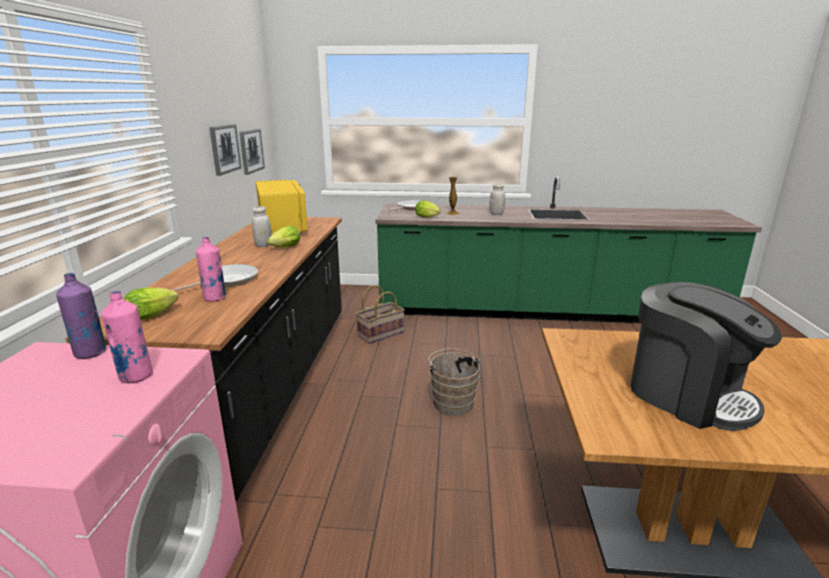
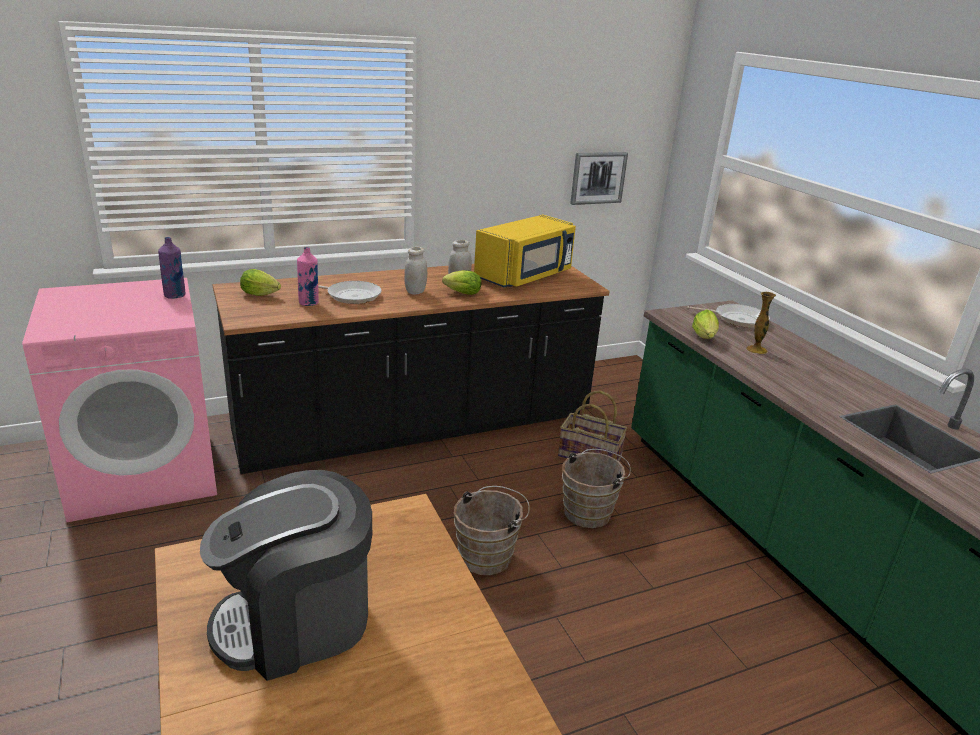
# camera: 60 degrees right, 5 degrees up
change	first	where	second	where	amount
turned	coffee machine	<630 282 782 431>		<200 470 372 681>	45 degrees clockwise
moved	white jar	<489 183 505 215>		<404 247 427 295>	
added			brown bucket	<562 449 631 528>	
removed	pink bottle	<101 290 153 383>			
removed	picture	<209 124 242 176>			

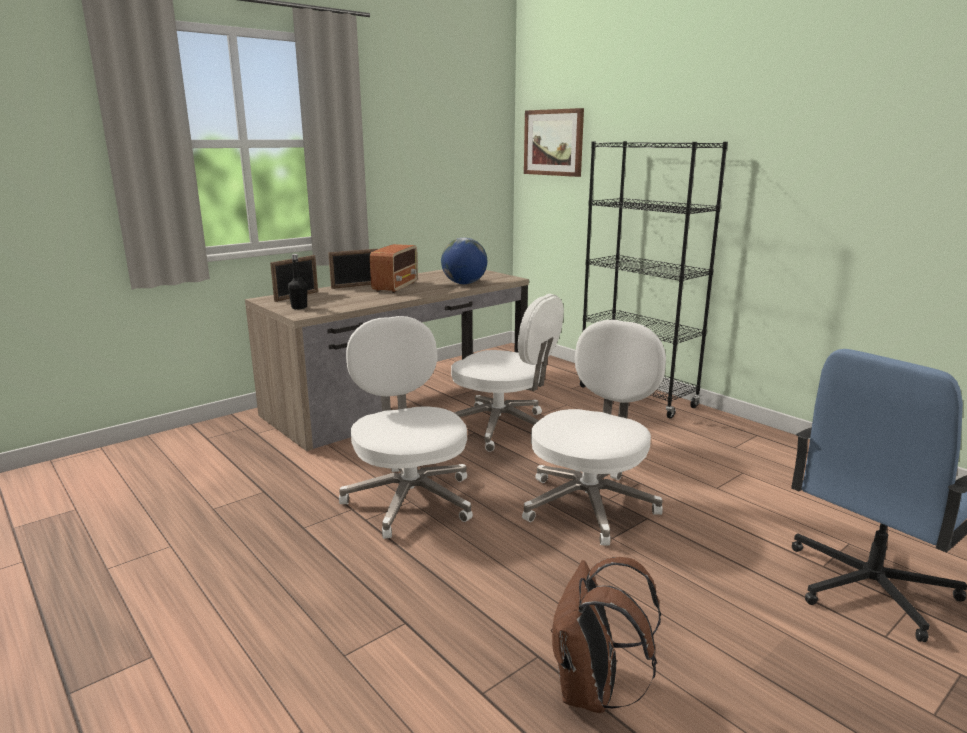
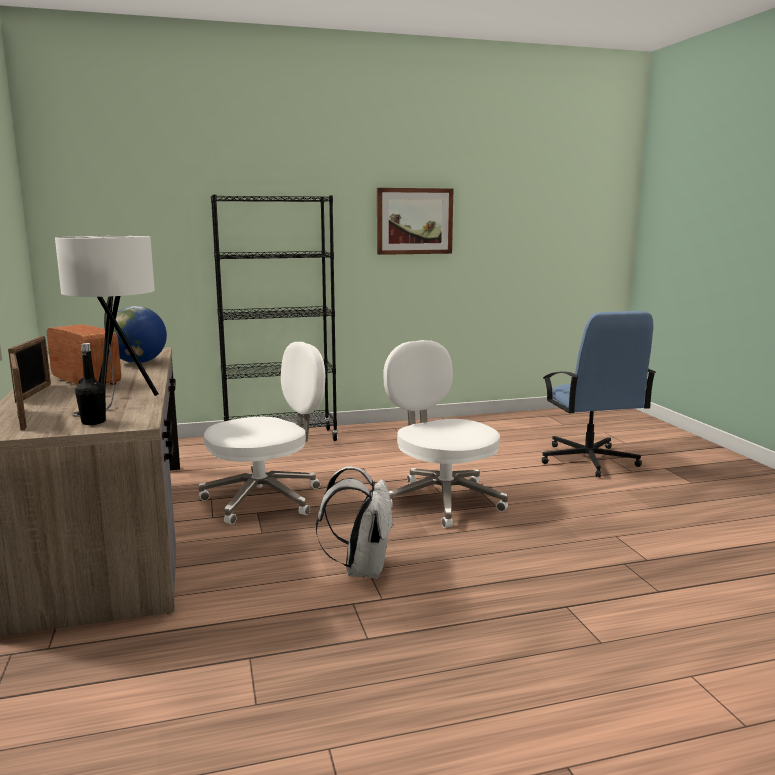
# camera: 65 degrees left, 5 degrees down
change	first	where	second	where	amount
added			white table lamp	<55 236 159 417>	
replaced	white office chair	<339 316 473 539>	white backpack	<316 466 394 579>	
moved	picture	<524 108 584 177>		<377 188 453 255>	
removed	brown backpack	<551 557 661 713>			

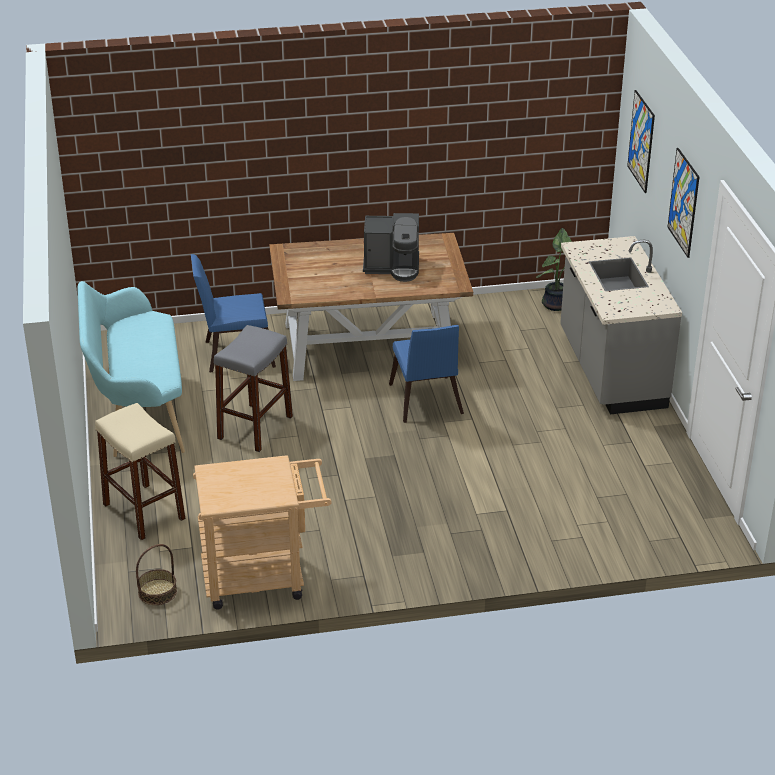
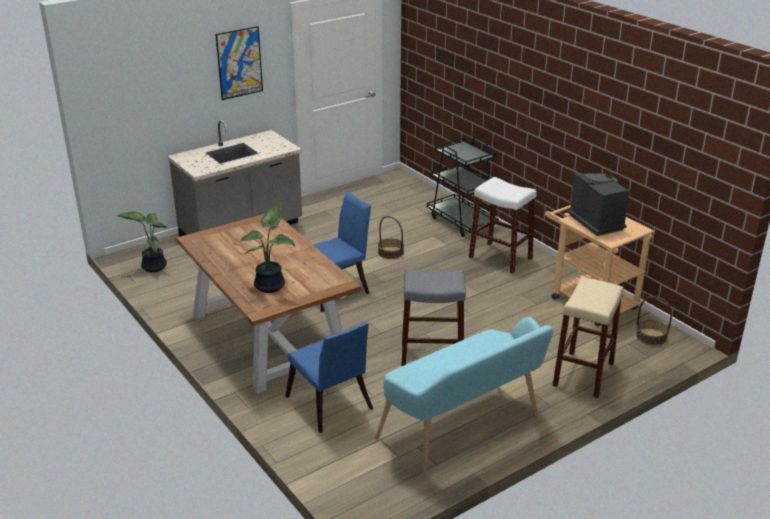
# camera: 115 degrees left, 5 degrees down
change	first	where	second	where	amount
added			potted plant	<240 203 295 293>	
added			basket	<378 216 404 259>	
added			black cart	<427 137 499 237>	
added			white stool	<469 177 537 274>	
moved	coffee machine	<363 213 419 282>		<568 173 630 236>	
removed	picture	<627 90 655 193>			

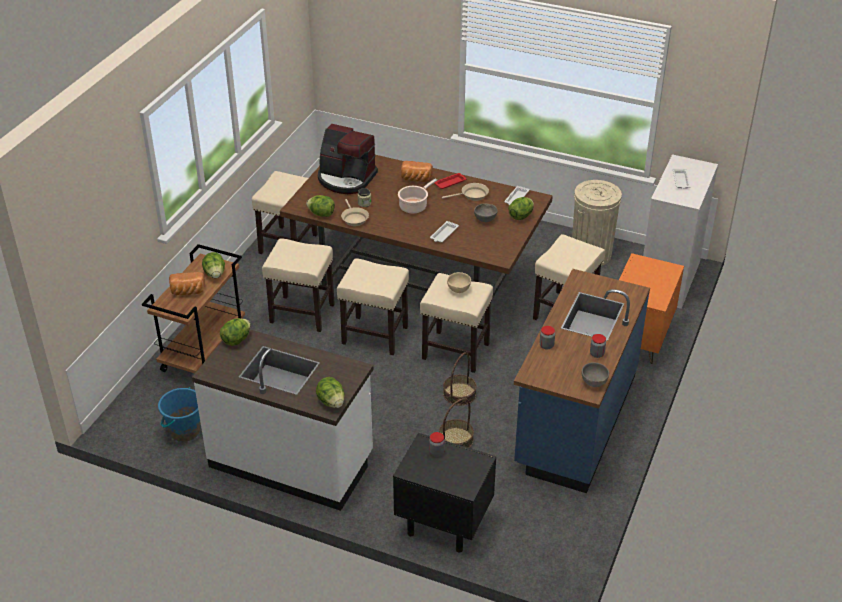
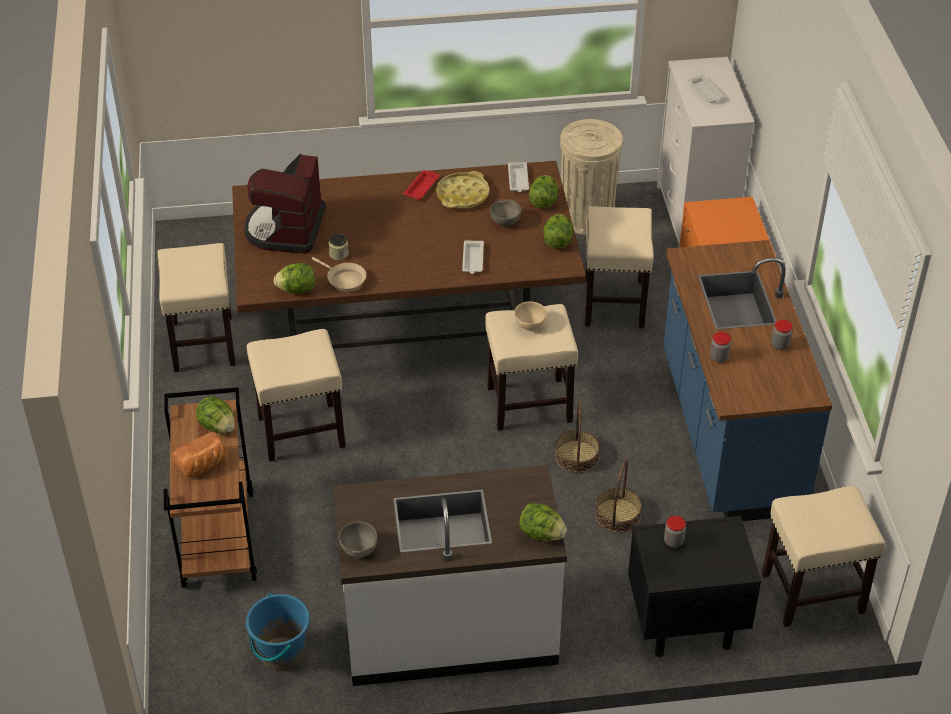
# camera: 30 degrees left, 5 degrees up
change	first	where	second	where	amount
turned	coffee machine	<318 124 378 194>		<245 154 326 254>	105 degrees clockwise
moved	grey bowl	<582 362 609 387>		<339 521 378 558>	
replaced	beige frying pan	<442 183 489 201>	yellow tray	<436 171 489 208>	
moved	lettuce	<220 318 250 346>		<543 214 573 249>	
moved	beige stool	<337 258 409 355>		<762 485 885 627>	
removed	cooking pot	<398 179 437 214>			
removed	bread	<401 161 433 182>			

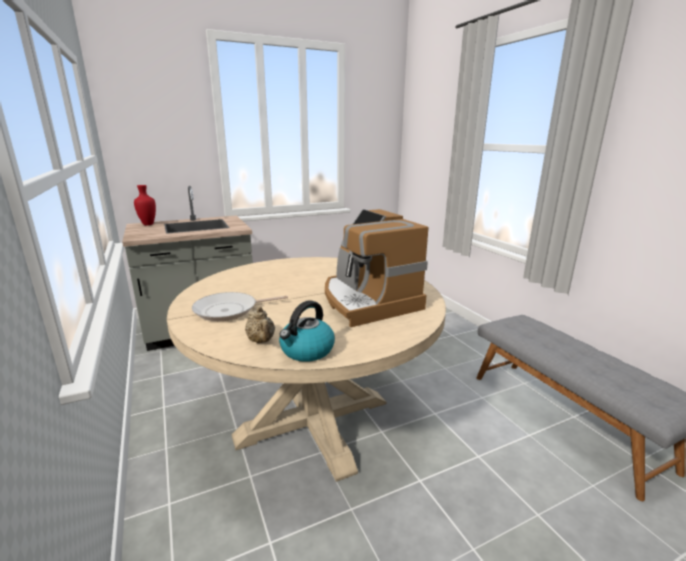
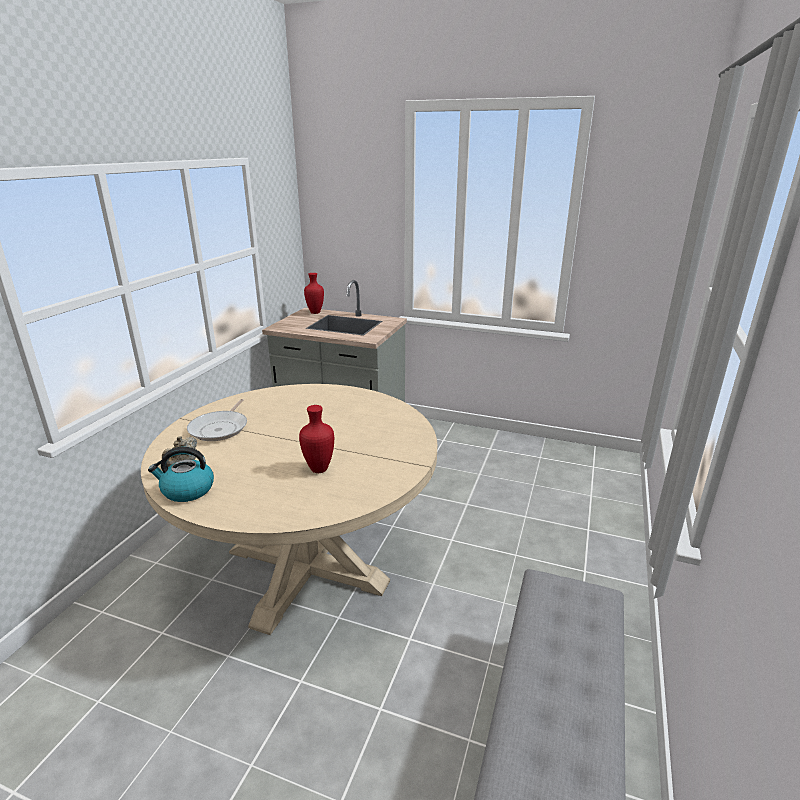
# camera: 45 degrees right, 5 degrees up
change	first	where	second	where	amount
turned	frying pan	<192 292 288 321>		<187 399 247 441>	105 degrees counterclockwise
replaced	coffee machine	<325 209 428 327>	red vase	<299 405 334 473>	

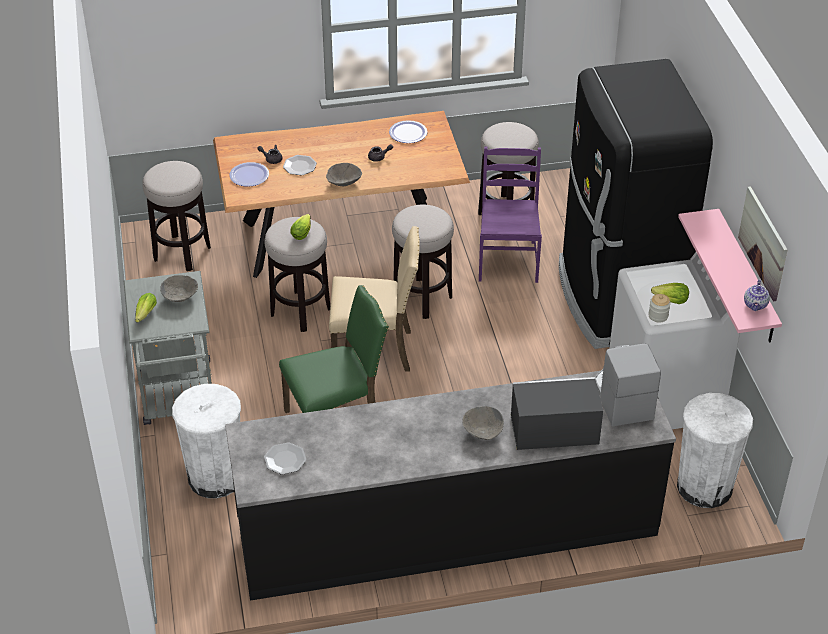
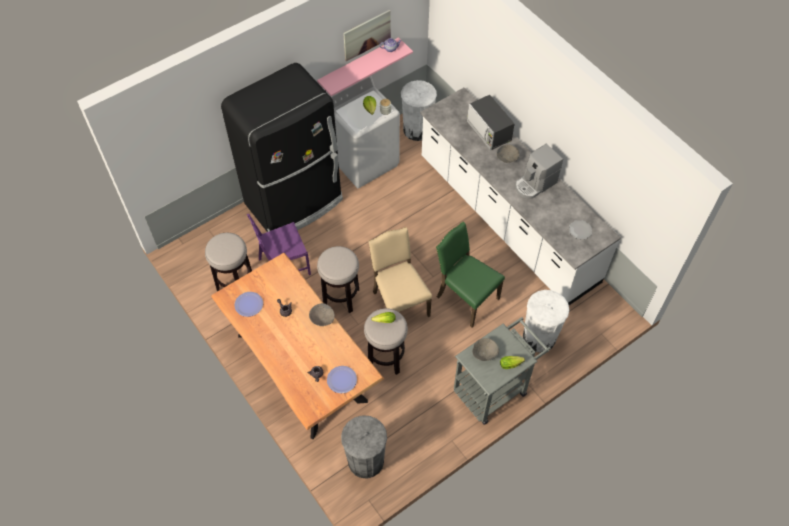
# camera: 115 degrees left, 15 degrees up
change	first	where	second	where	amount
replaced	stool	<143 161 211 271>	grey trash can	<341 415 387 478>	
recoloured	black counter	<225 371 676 601>	white counter	<420 88 621 305>	
moved	coffee machine	<595 344 661 426>		<515 144 563 199>	
removed	plate	<283 155 317 175>			

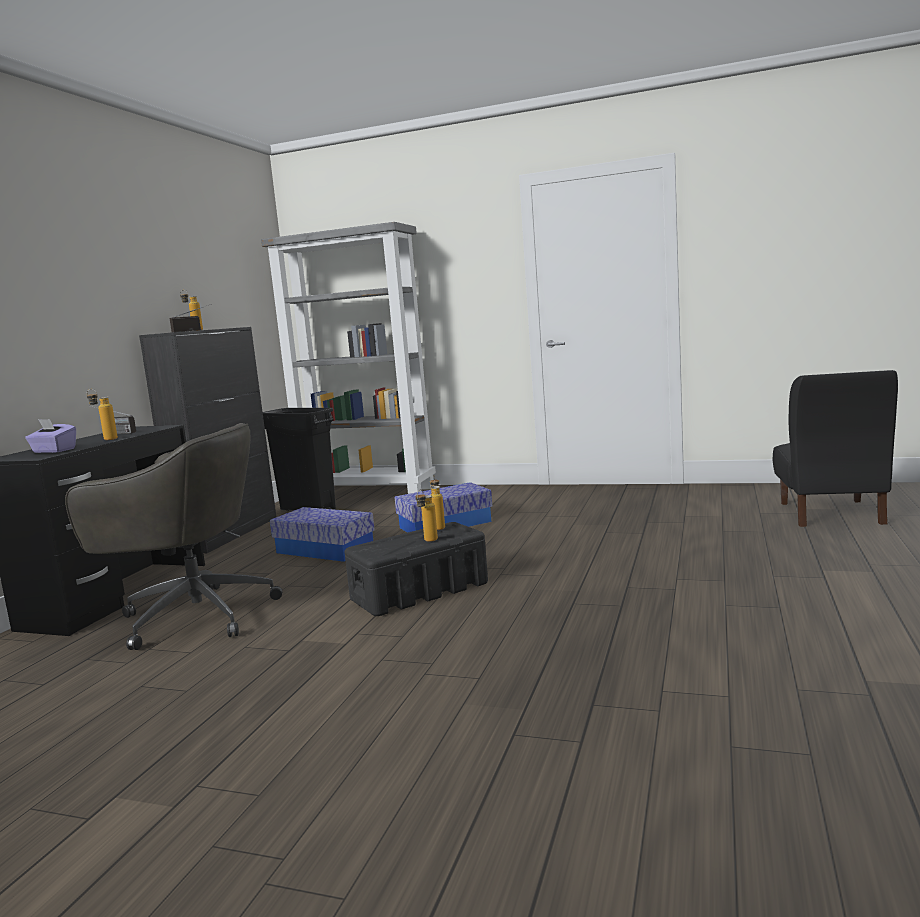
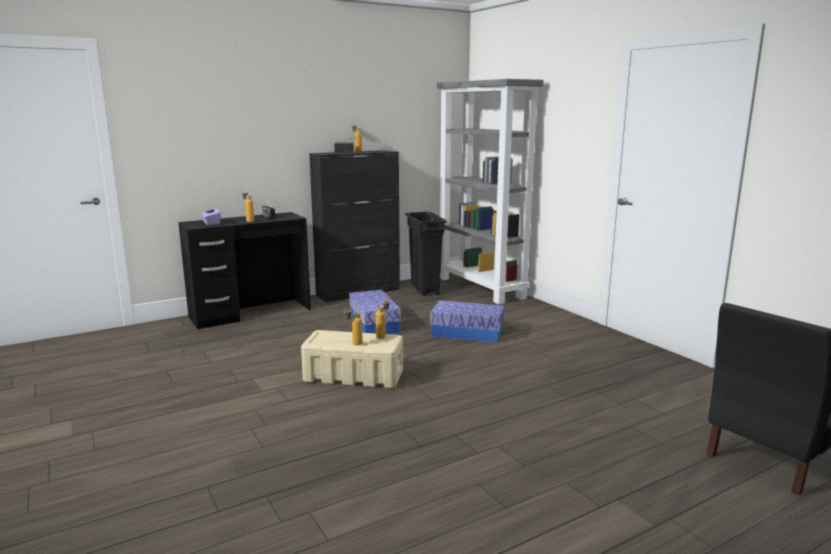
# camera: 40 degrees right, 5 degrees up
change	first	where	second	where	amount
recoloured	black storage box	<345 522 488 616>	beige storage box	<301 330 403 389>	
removed	grey office chair	<65 423 283 650>			

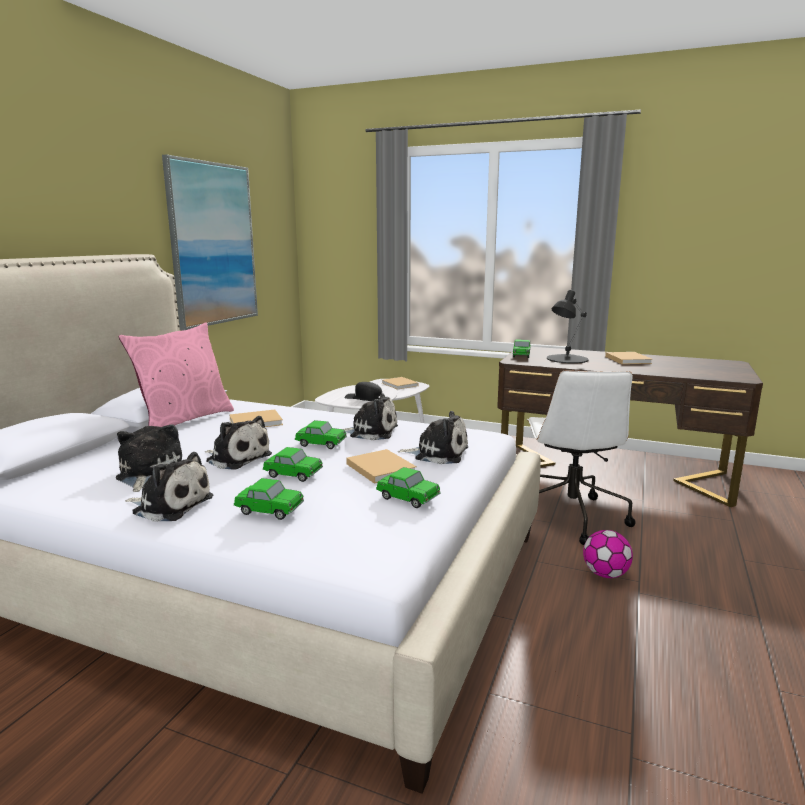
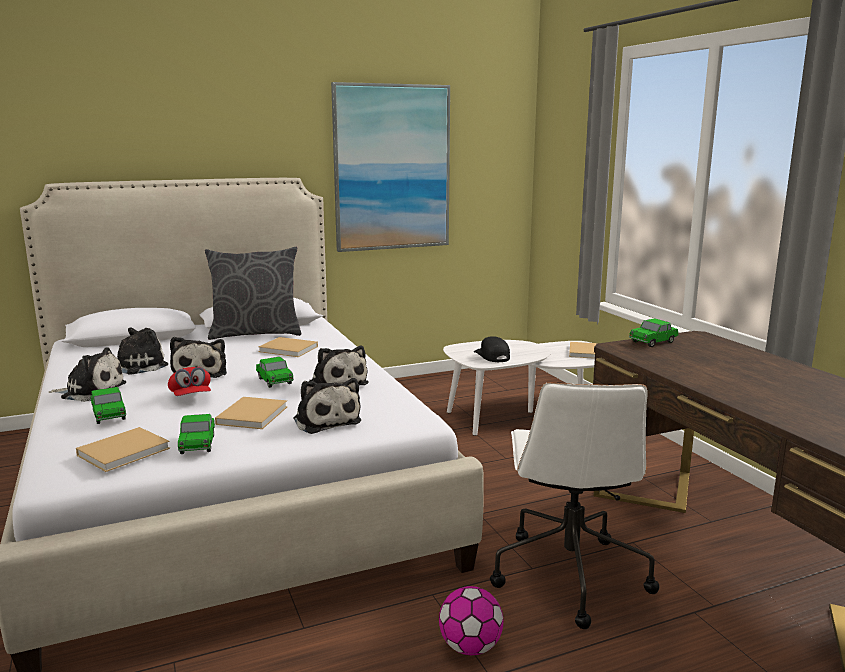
# camera: 45 degrees right, 0 degrees up
change	first	where	second	where	amount
turned	plush toy	<125 452 213 522>		<49 347 126 402>	60 degrees counterclockwise
moved	beige book	<605 352 652 364>		<76 427 170 472>	
replaced	toy car	<263 447 323 482>	red cap	<168 367 211 396>	
recoloured	pink pillow	<119 322 234 427>	grey pillow	<205 247 301 340>	
turned	white office chair	<527 371 635 545>		<490 383 659 629>	45 degrees counterclockwise
removed	black table lamp	<547 290 588 364>			

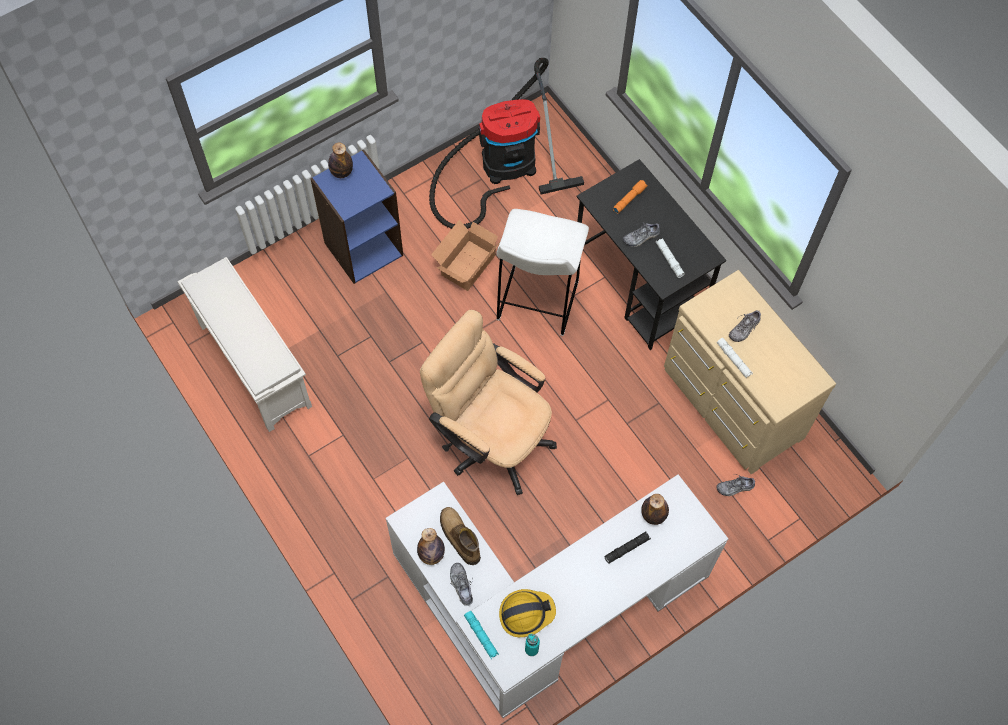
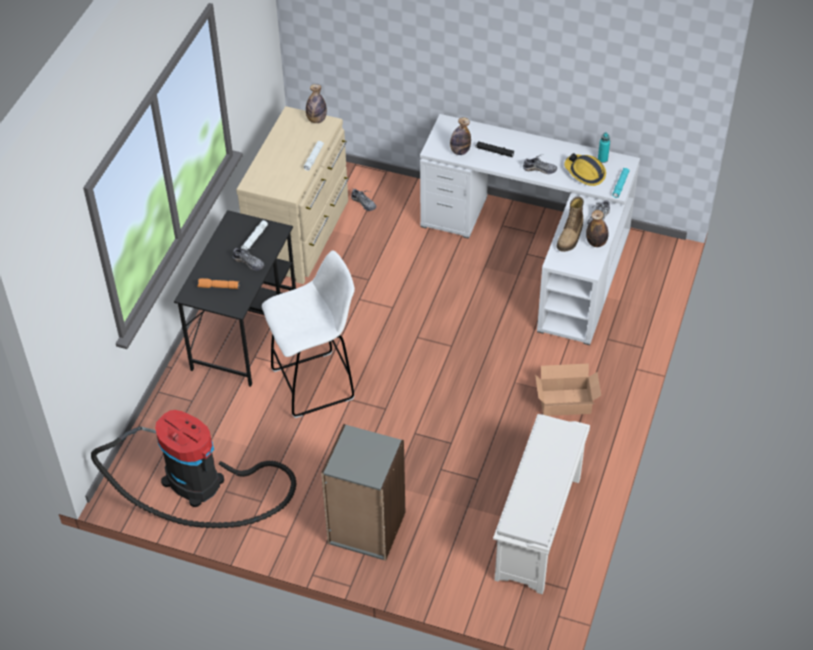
# camera: 125 degrees left, 15 degrees down
change	first	where	second	where	amount
moved	bottle	<328 143 353 178>		<306 84 327 123>	
recoloured	blue bookcase	<310 149 403 284>	grey bookcase	<321 424 405 561>	
moved	shoe	<729 310 761 342>		<523 155 557 174>	
moved	cardboard box	<431 220 499 291>		<535 363 601 416>	
removed	beige office chair	<420 310 557 495>			

